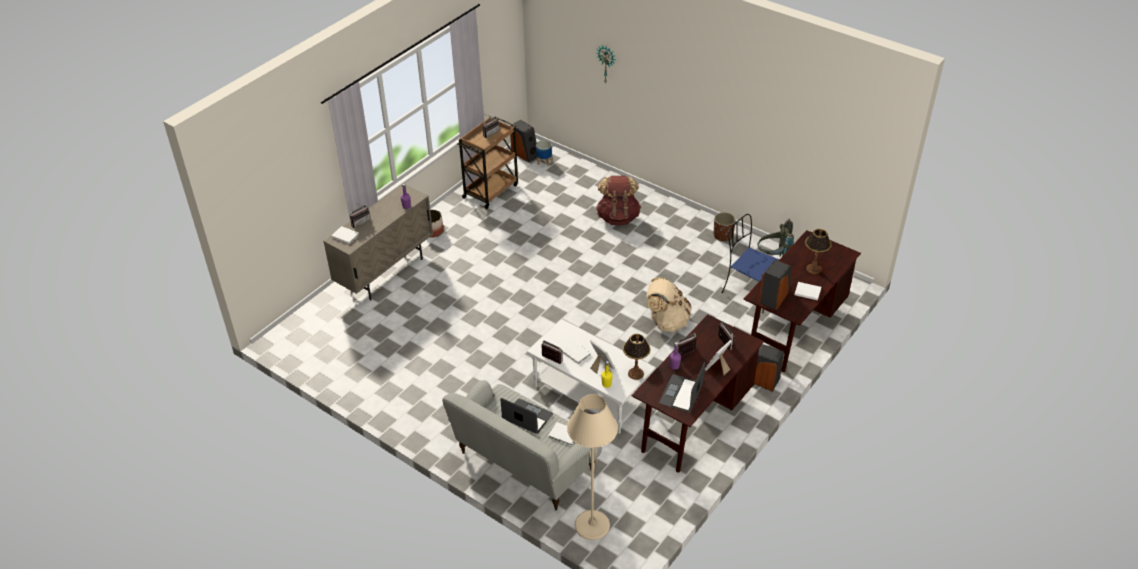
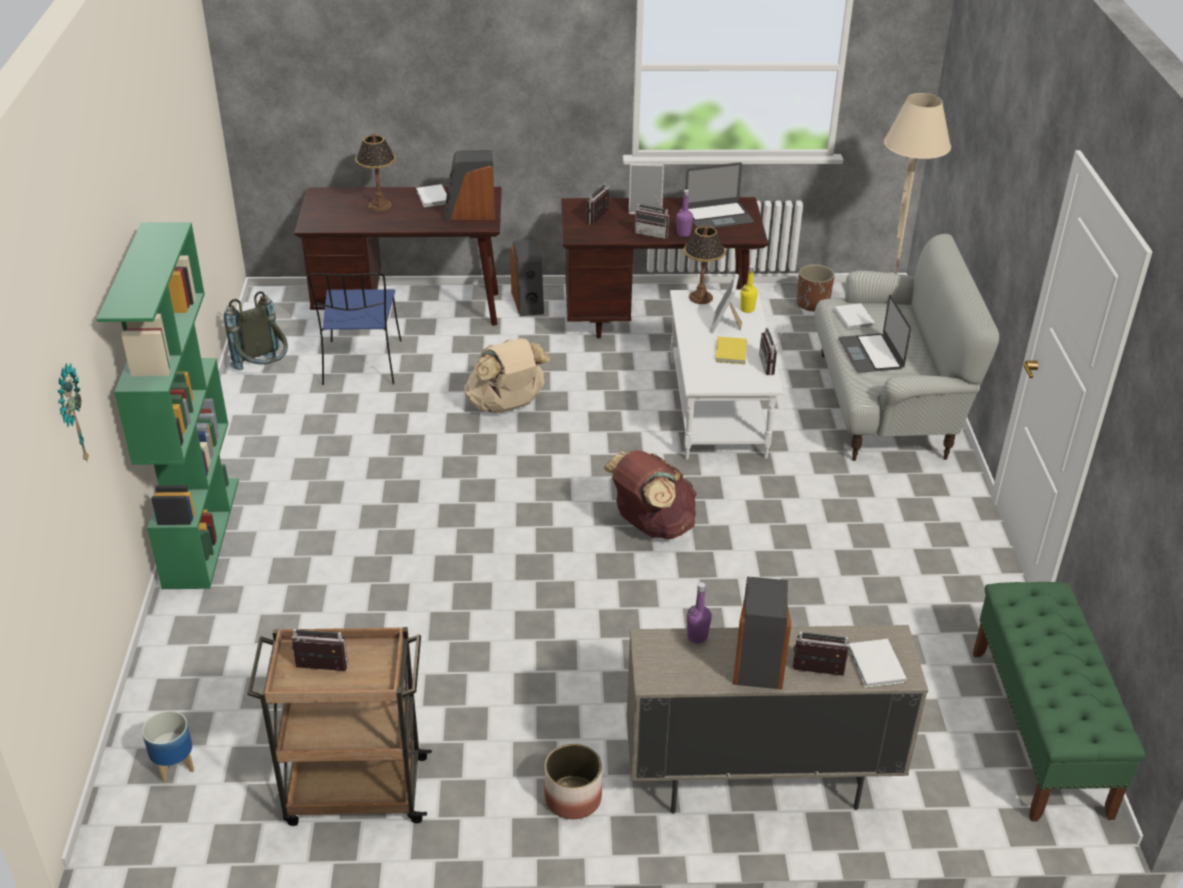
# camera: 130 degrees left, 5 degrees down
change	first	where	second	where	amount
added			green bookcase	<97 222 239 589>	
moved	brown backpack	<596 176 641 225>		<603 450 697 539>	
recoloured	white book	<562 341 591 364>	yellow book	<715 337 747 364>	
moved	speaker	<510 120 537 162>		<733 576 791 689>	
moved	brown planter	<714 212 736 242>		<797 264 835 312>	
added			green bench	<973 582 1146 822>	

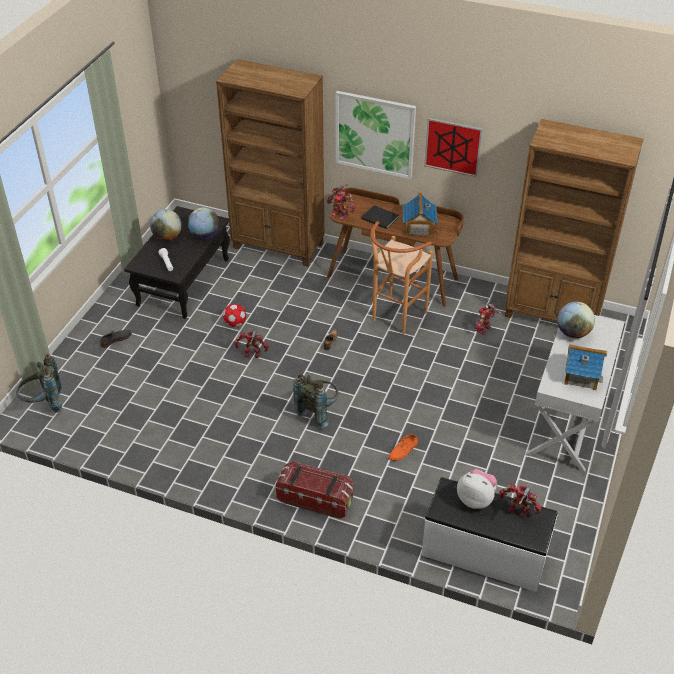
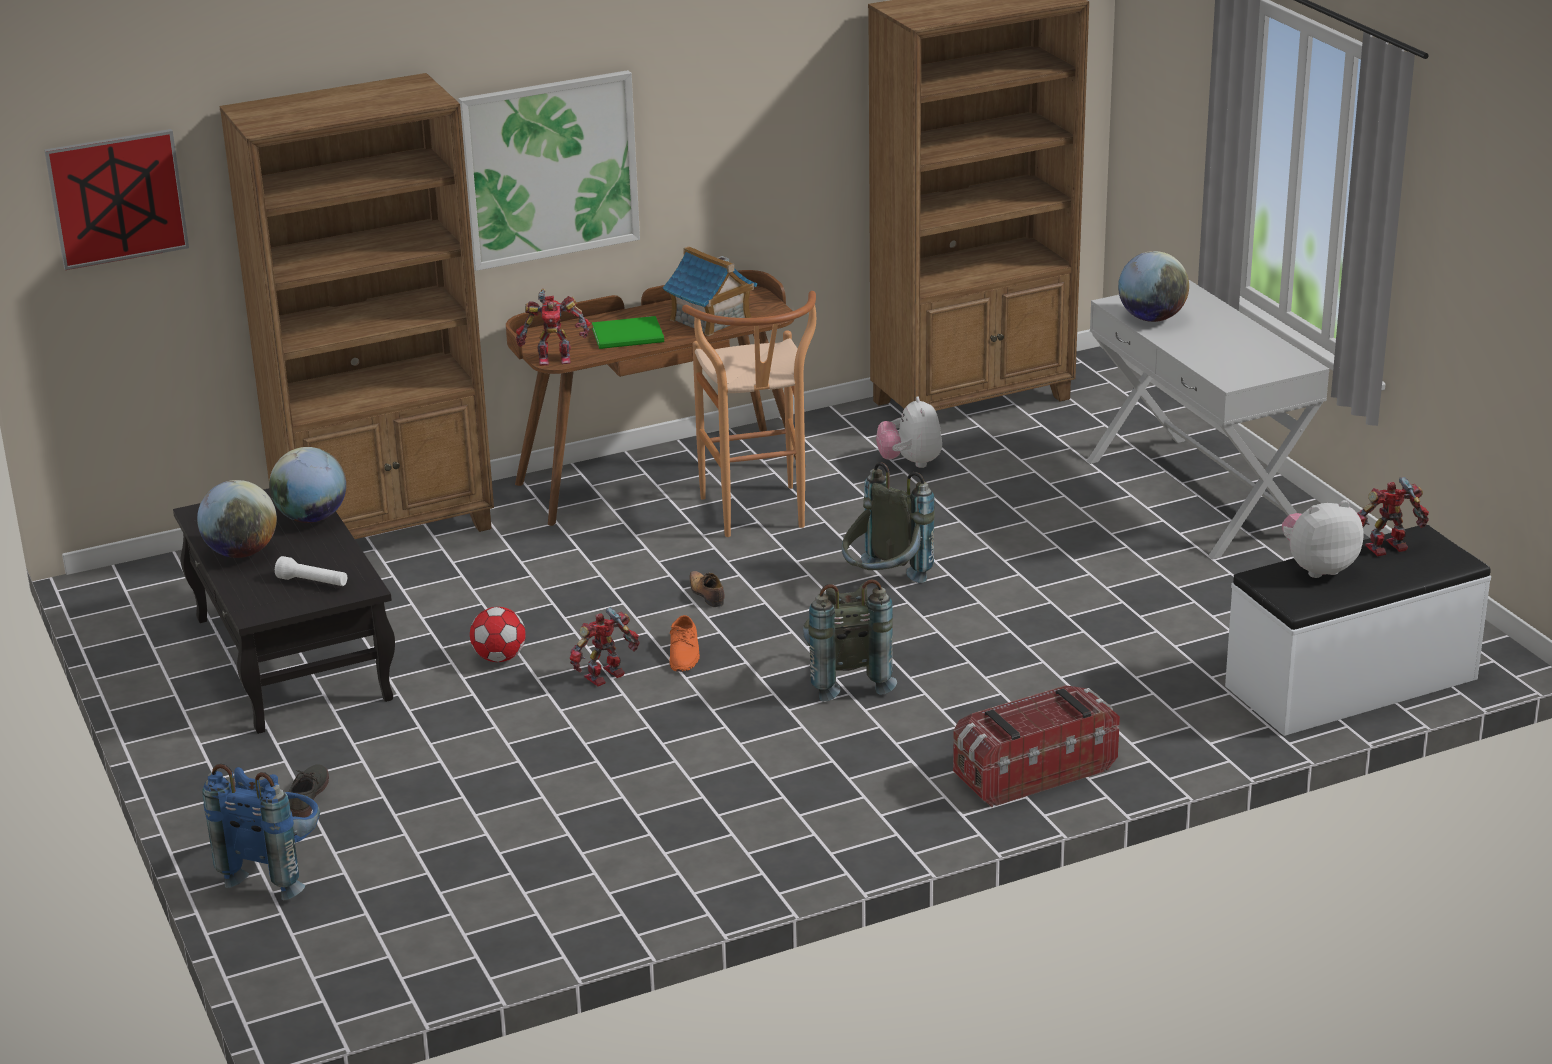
# camera: 45 degrees left, 15 degrees down
change	first	where	second	where	amount
moved	picture	<424 118 483 177>		<45 129 189 270>	
added			blue backpack	<202 764 320 900>	
recoloured	black book	<361 205 399 229>	green book	<592 316 664 349>	
moved	orange shoe	<388 434 418 461>		<669 615 700 672>	
moved	grey backpack	<16 354 63 413>		<841 462 935 583>	
replaced	toy robot	<475 303 501 335>	plush toy	<876 396 942 468>	
removed	toy house	<564 344 607 390>			

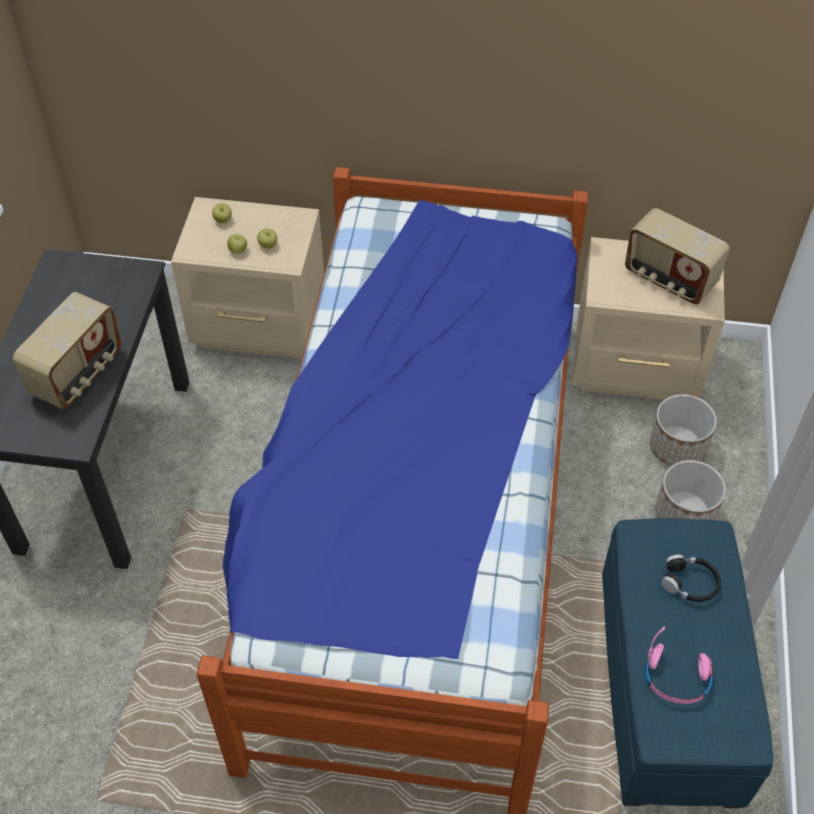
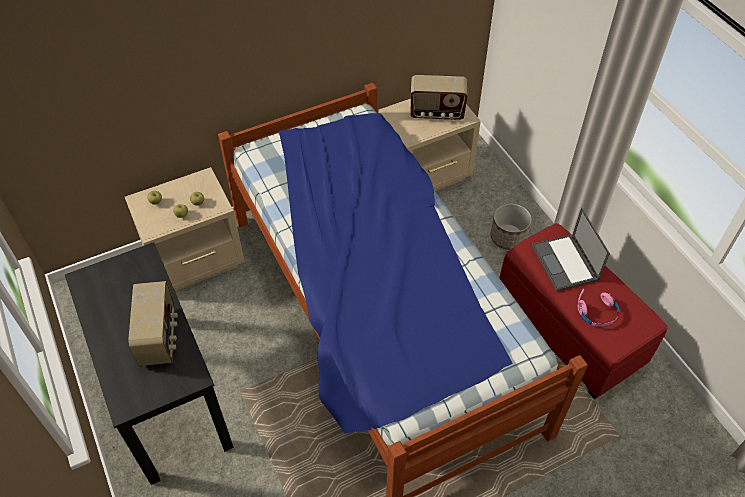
# camera: 35 degrees left, 0 degrees up
change	first	where	second	where	amount
recoloured	blue ottoman	<602 518 774 808>	red ottoman	<500 223 668 399>	
replaced	black headphones	<661 554 721 602>	laptop	<532 208 610 291>	
removed	planter	<649 394 717 466>			

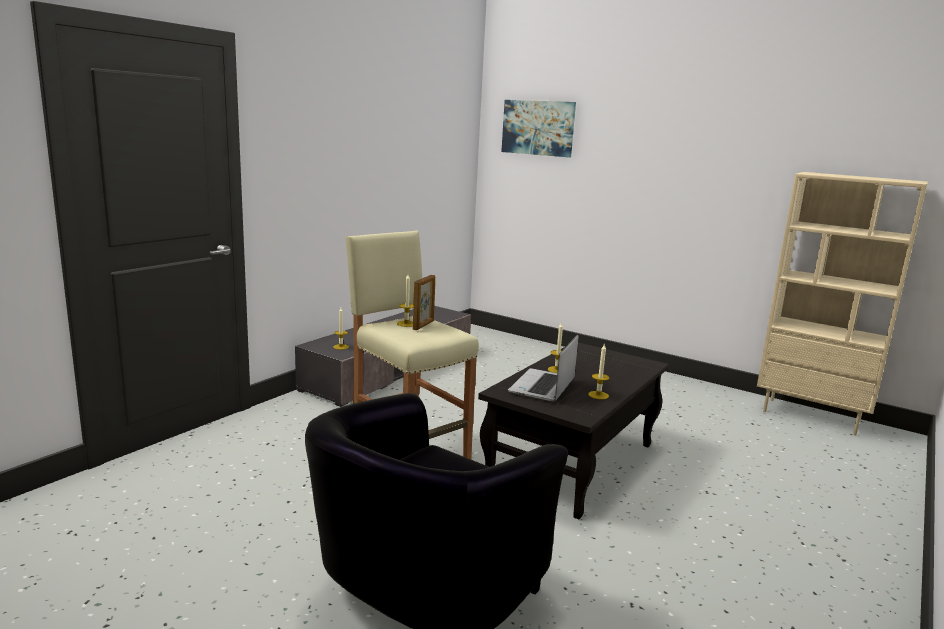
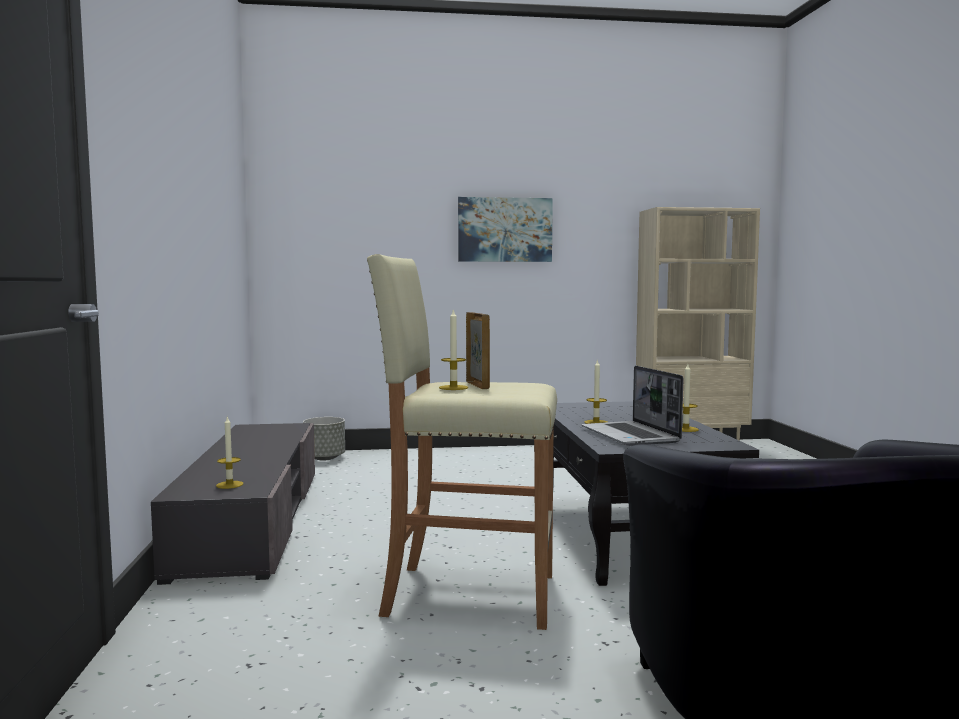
# camera: 40 degrees left, 10 degrees down
change	first	where	second	where	amount
added			grey planter	<303 417 345 461>	
moved	picture	<501 100 576 157>		<458 197 553 262>	

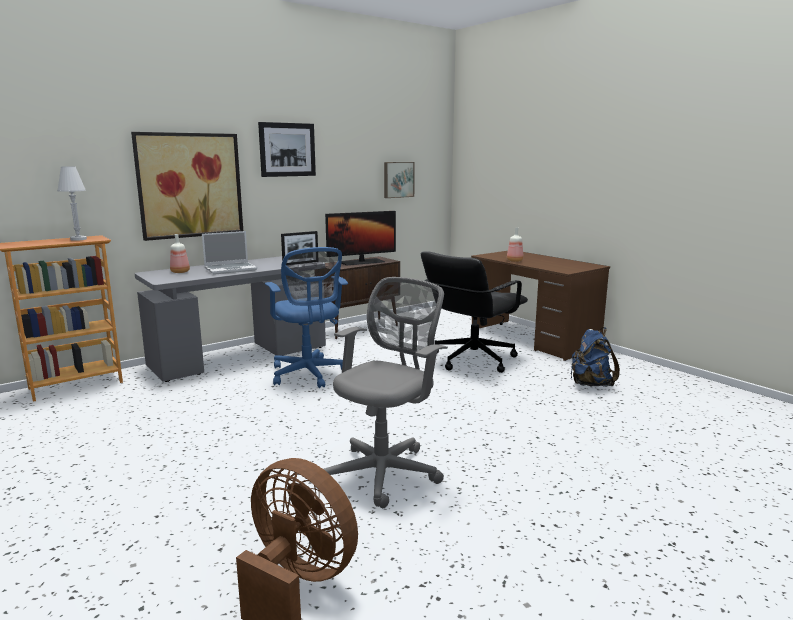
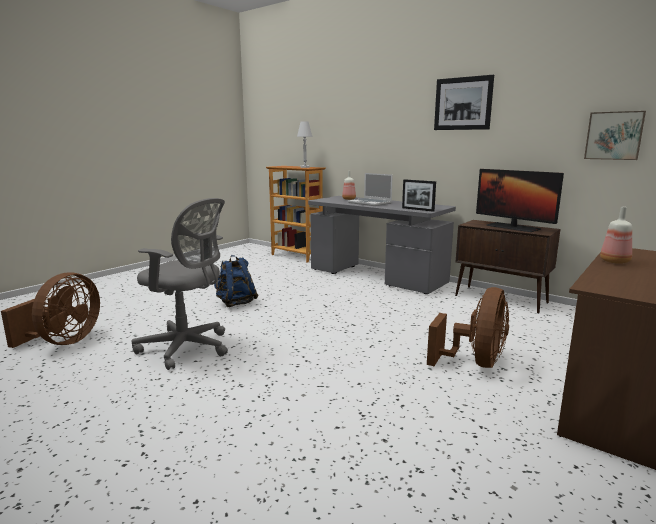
# camera: 75 degrees right, 0 degrees up
change	first	where	second	where	amount
moved	blue backpack	<571 327 620 387>		<214 255 259 307>	
replaced	black office chair	<421 251 528 373>	brown fan	<427 287 509 368>	
removed	picture	<131 132 243 241>			
removed	blue office chair	<265 247 348 388>			

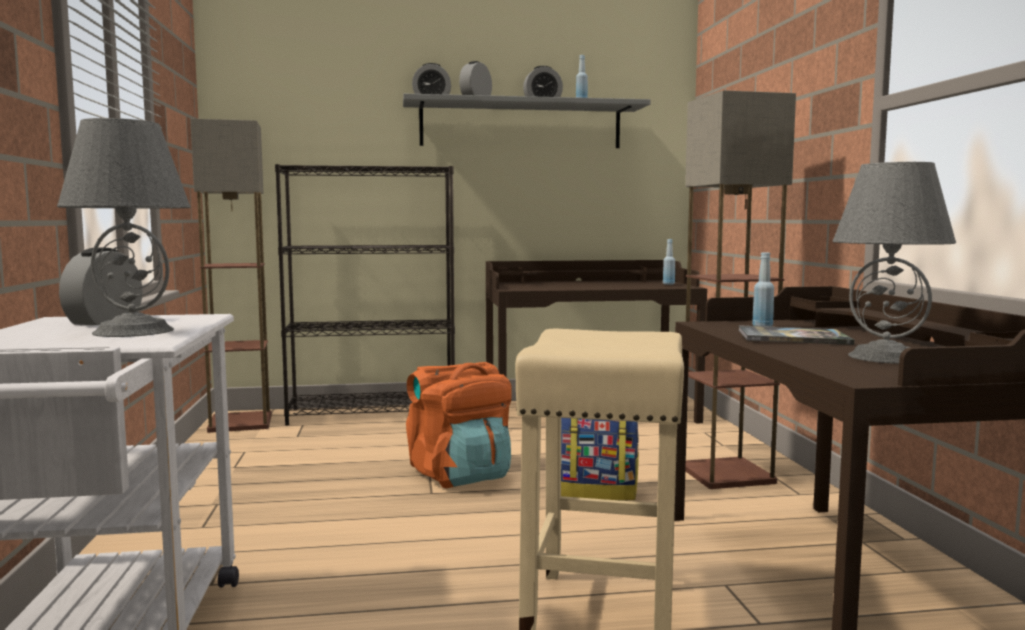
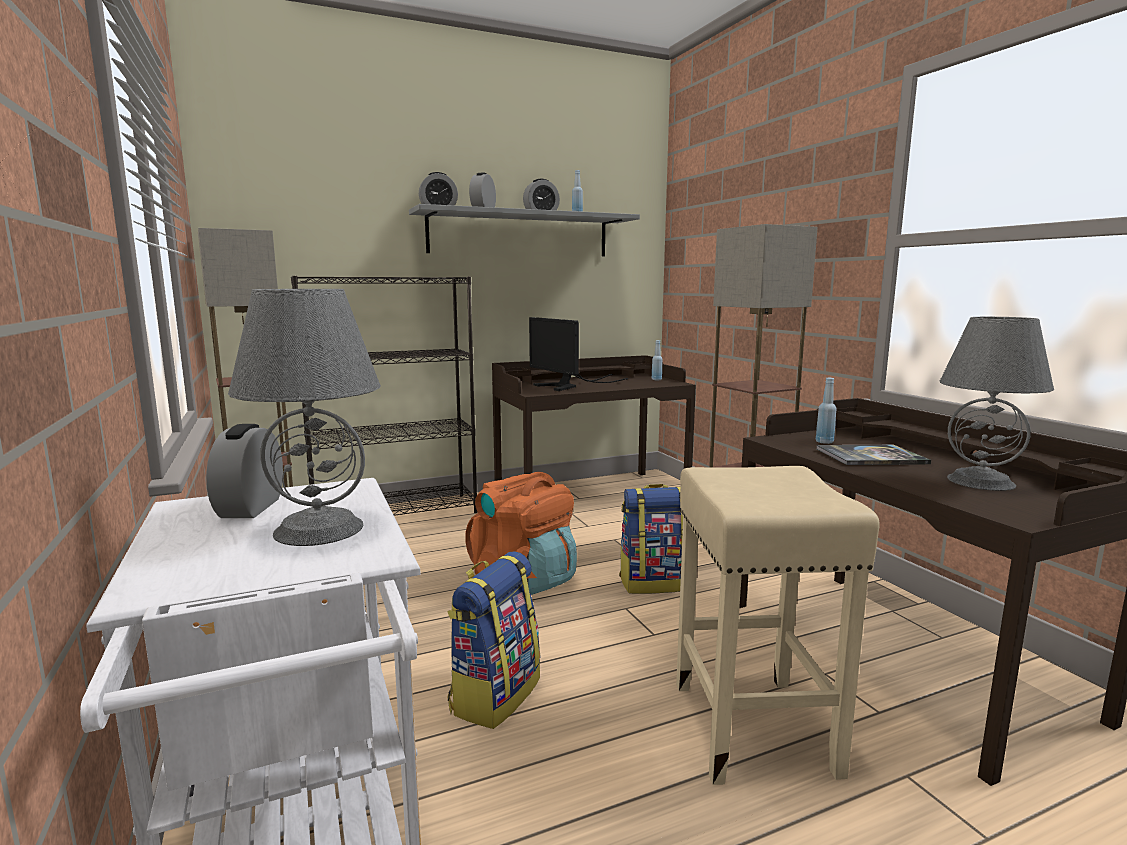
# camera: 15 degrees left, 5 degrees up
change	first	where	second	where	amount
added			backpack	<447 551 541 729>	
added			monitor	<529 317 628 391>	

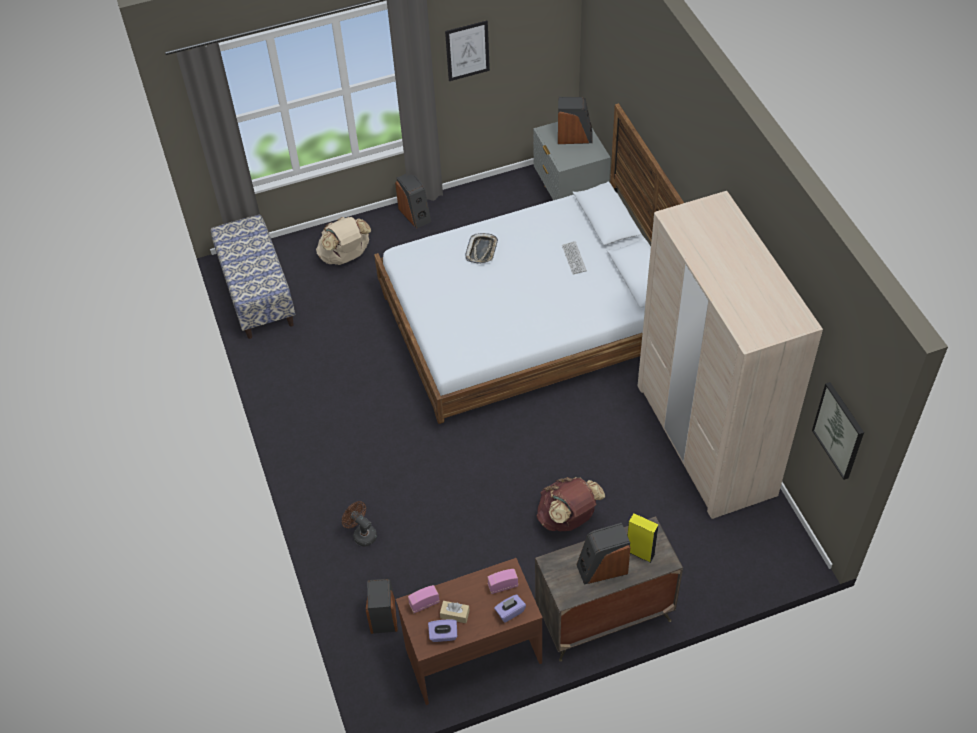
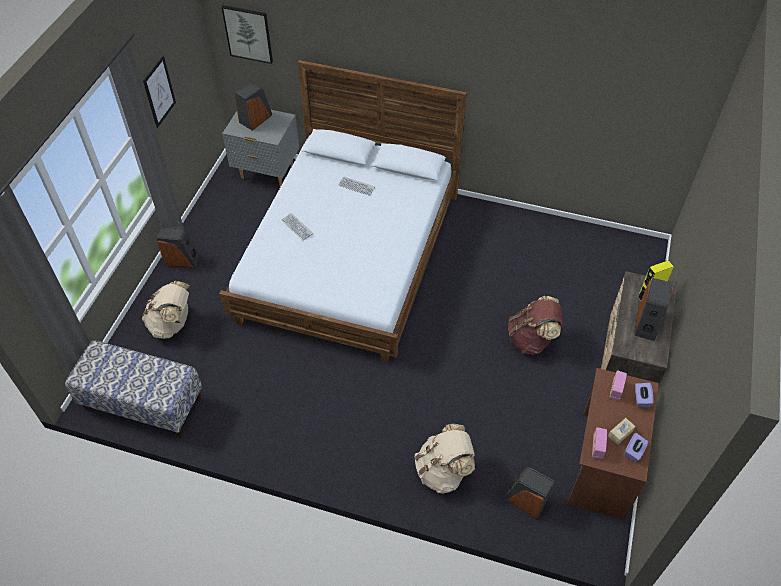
# camera: 55 degrees left, 0 degrees up
change	first	where	second	where	amount
moved	picture	<812 382 864 480>		<222 5 273 64>	
replaced	tray	<465 233 498 264>	keyboard	<281 213 313 241>	
replaced	brown fan	<342 501 377 547>	beige backpack	<414 424 475 494>	
removed	beige wardrobe	<637 191 823 519>			

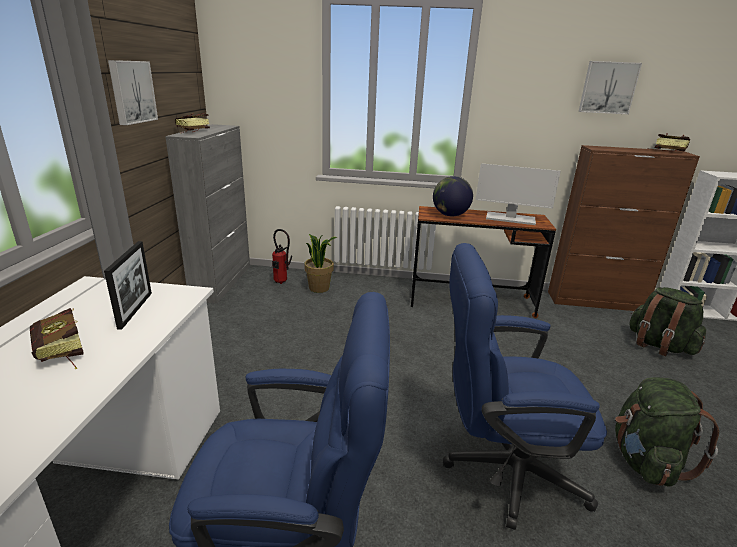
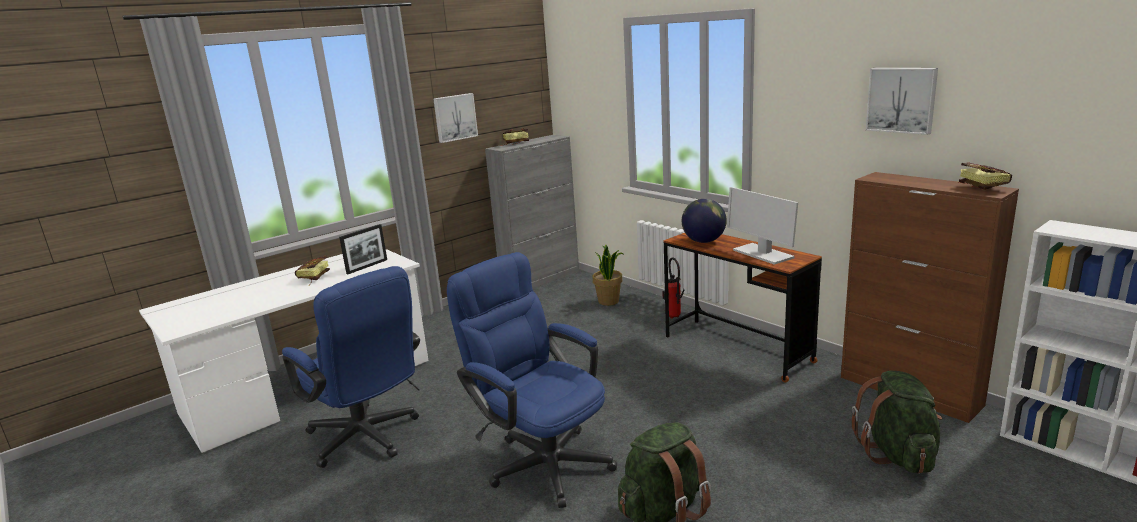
# camera: 45 degrees right, 5 degrees down
change	first	where	second	where	amount
moved	fire extinguisher	<272 229 292 284>		<662 257 684 319>	

